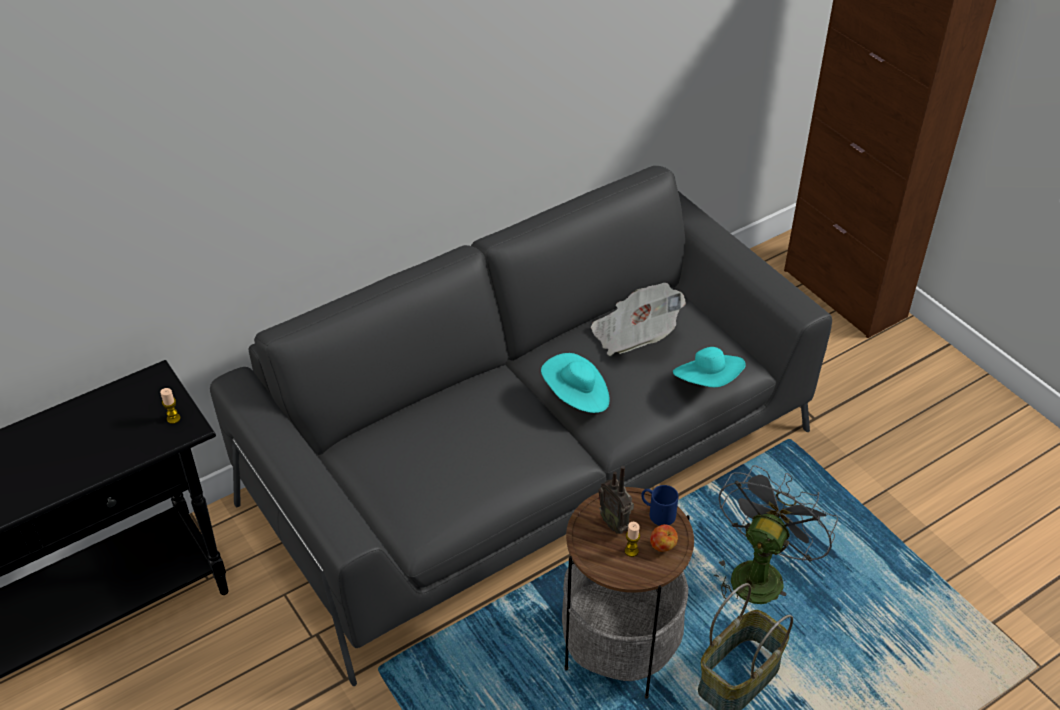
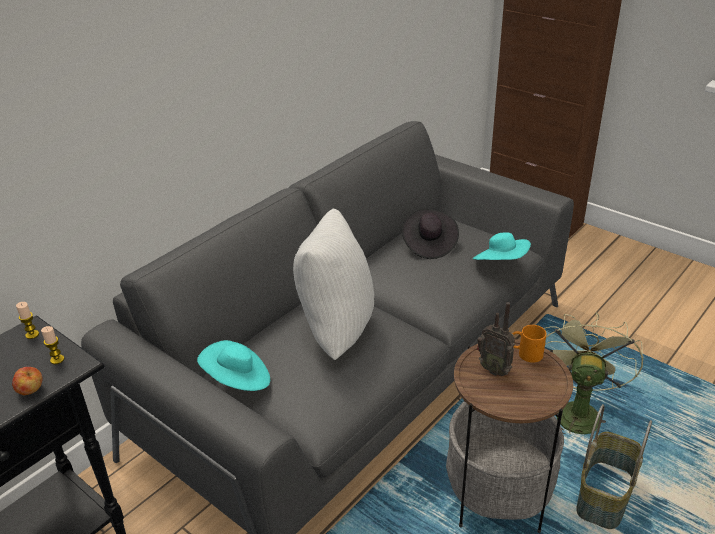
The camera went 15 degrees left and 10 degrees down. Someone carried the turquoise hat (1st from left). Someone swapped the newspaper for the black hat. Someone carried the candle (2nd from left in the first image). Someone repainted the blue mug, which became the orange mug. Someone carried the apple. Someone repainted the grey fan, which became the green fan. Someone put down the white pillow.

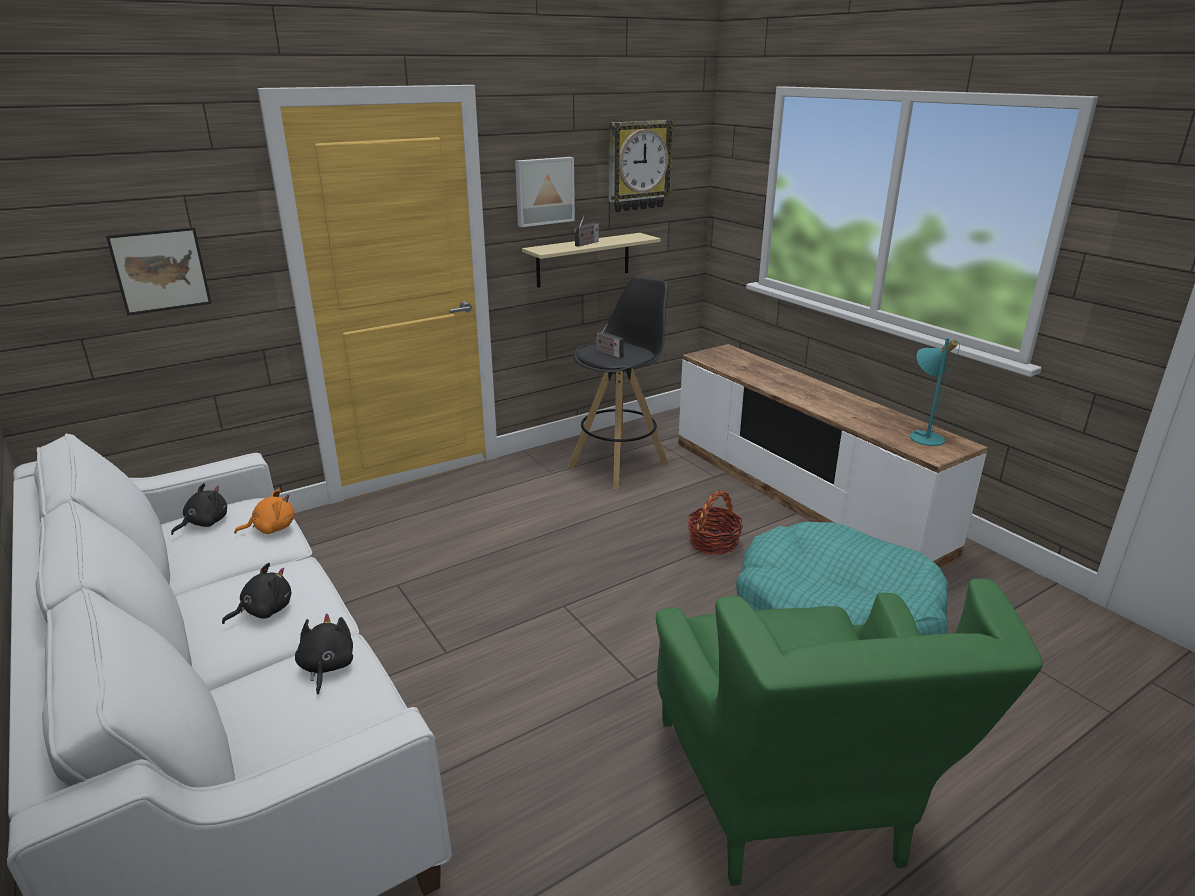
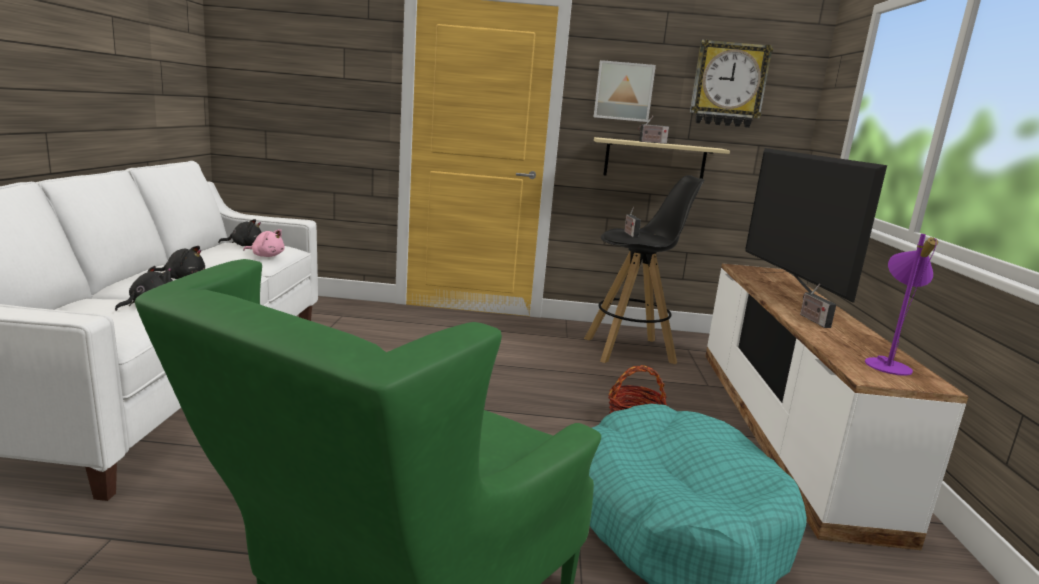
The camera went 35 degrees right and 10 degrees down. Someone took away the picture (1st from left). Someone repainted the orange plush toy, which became the pink plush toy. Someone repainted the turquoise table lamp, which became the purple table lamp. Someone put down the television. Someone put down the radio (3rd from left).

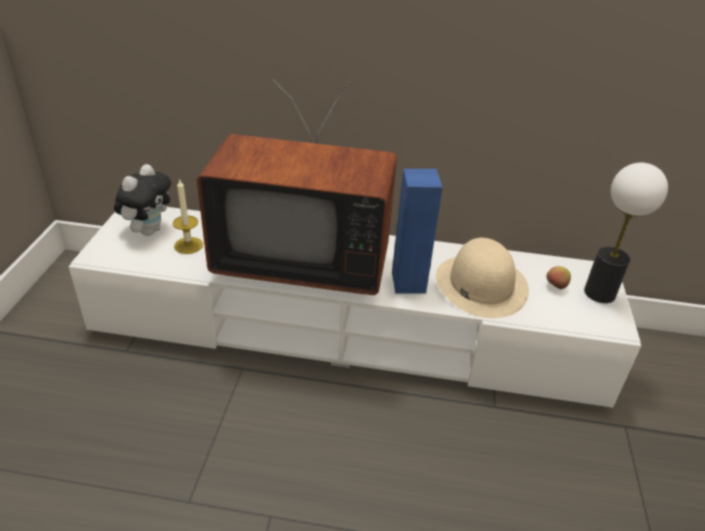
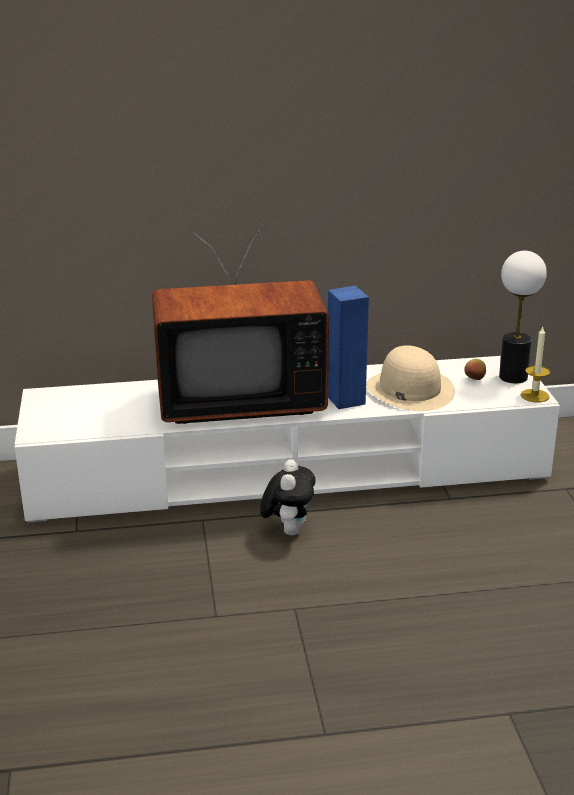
The camera went 15 degrees left and 10 degrees down. Someone carried the plush toy. Someone carried the candle.

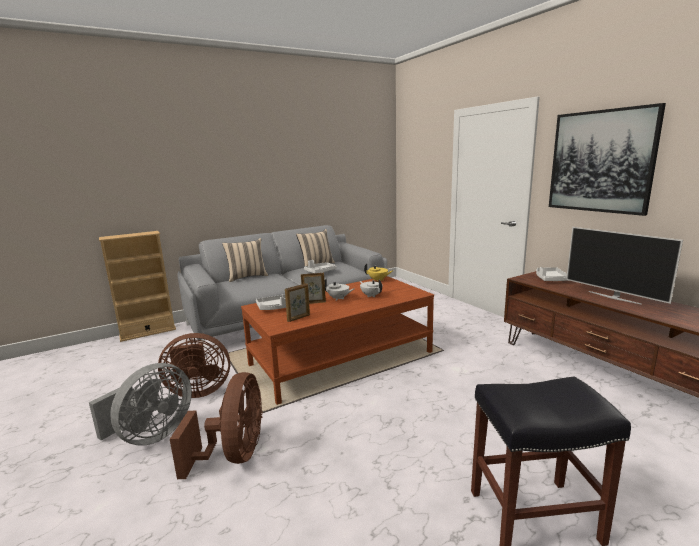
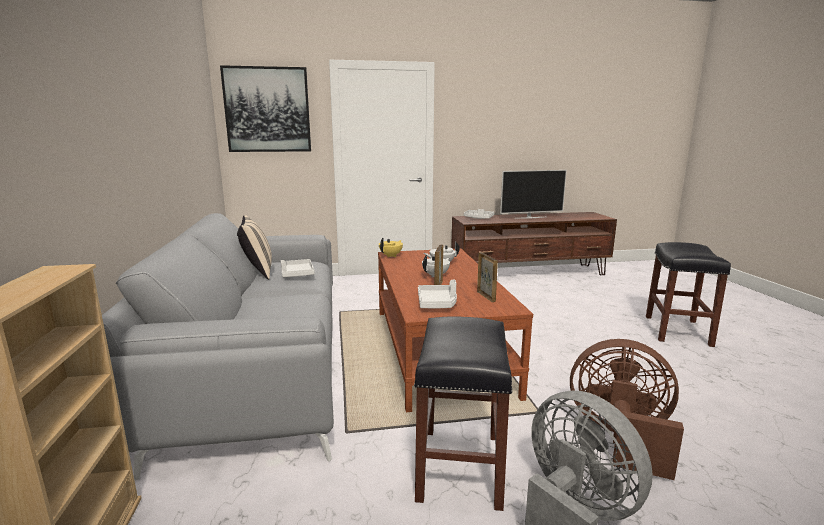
The camera went 70 degrees left and 0 degrees up. Someone swapped the brown fan (1st from left) for the black stool (1st from left). Someone took away the beige pillow (1st from left). Someone carried the picture.

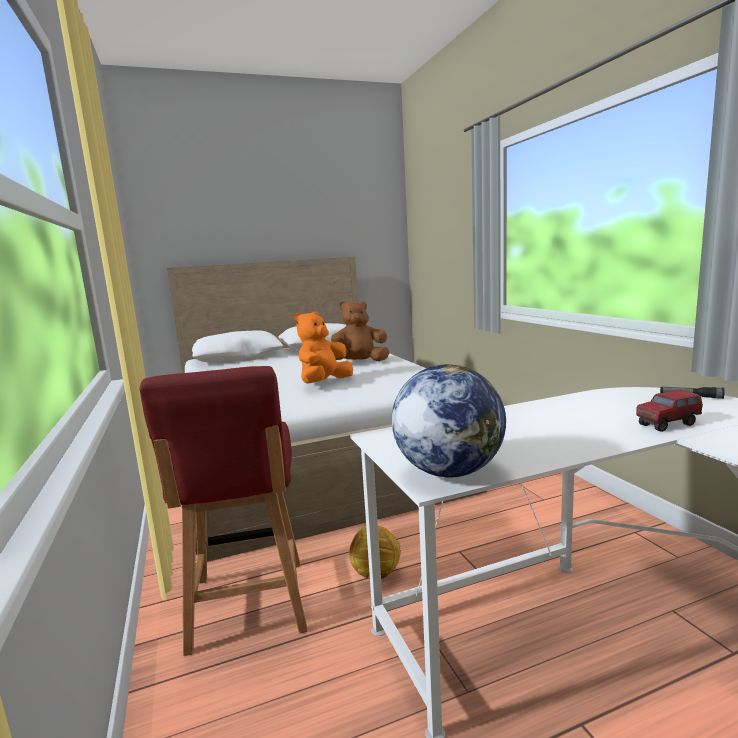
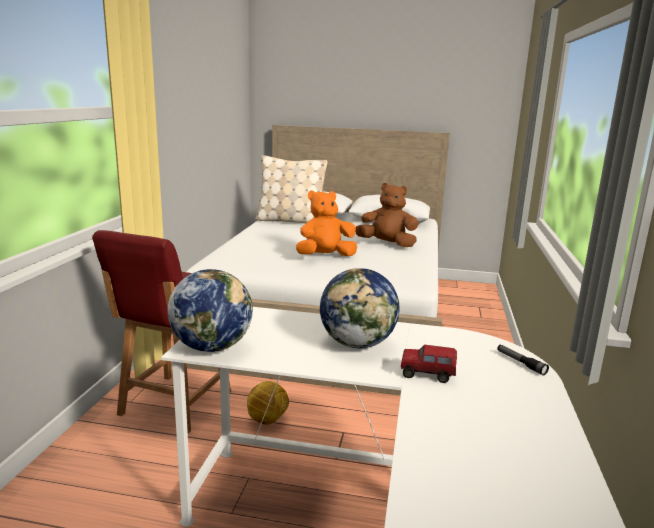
The camera went 30 degrees right and 5 degrees up. Someone put down the beige pillow. Someone put down the globe (2nd from left).

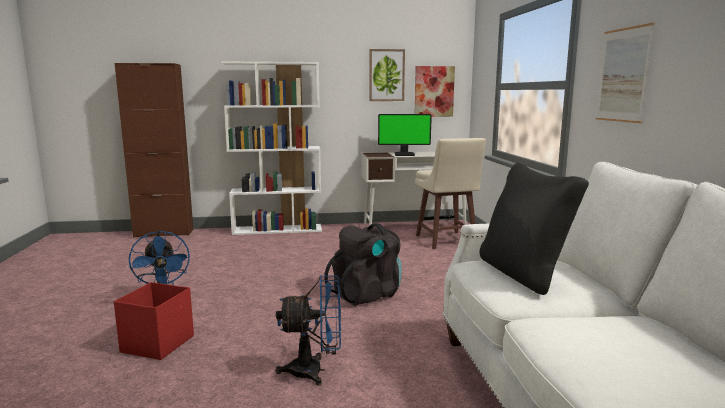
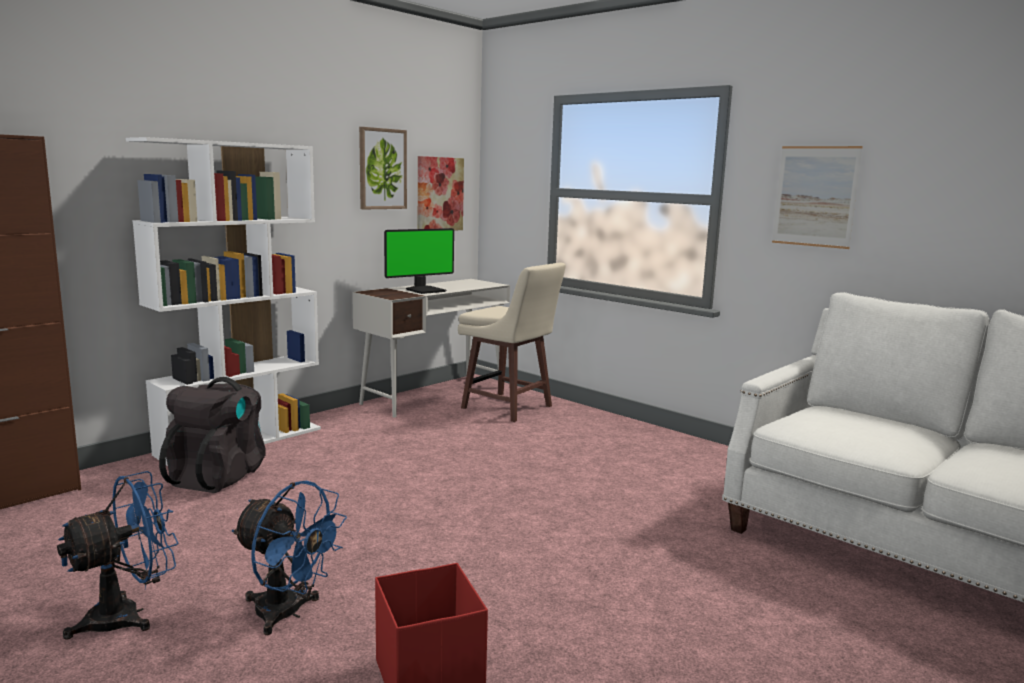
The camera went 40 degrees left and 0 degrees up. Someone carried the blue fan (2nd from left in the first image). Someone carried the black backpack. Someone took away the black pillow.

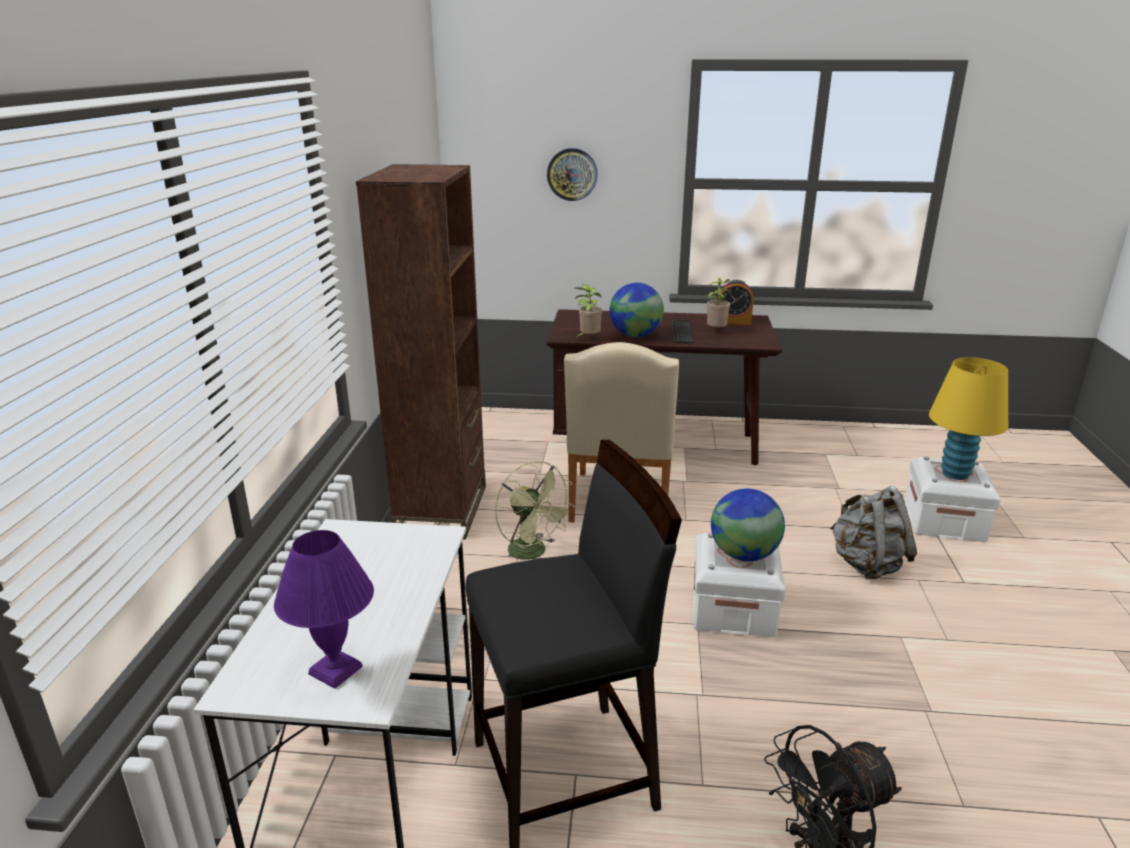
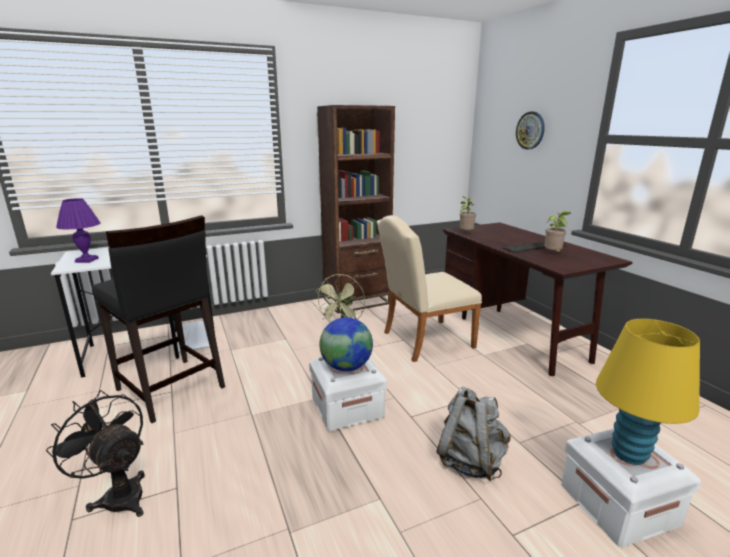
The camera went 60 degrees right and 5 degrees down. Someone took away the globe (1st from left). Someone took away the alarm clock.

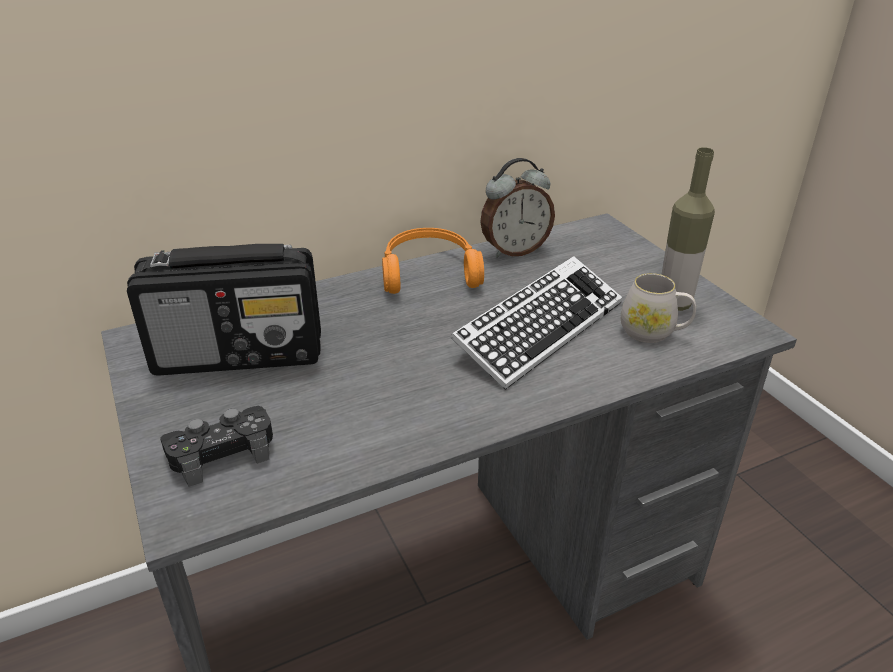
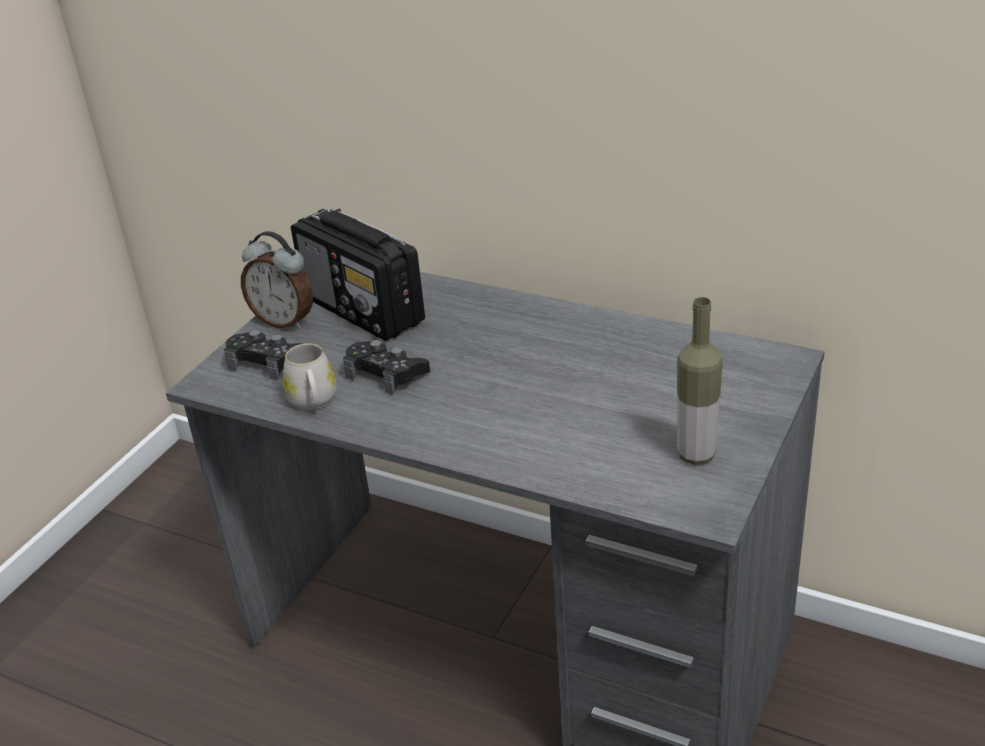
The camera went 55 degrees right and 0 degrees up. Someone took away the orange headphones. Someone took away the keyboard. Someone carried the alarm clock. Someone carried the white mug. Someone put down the black game controller (2nd from left).

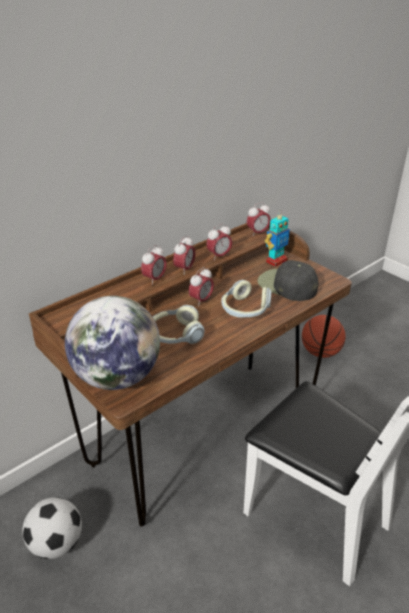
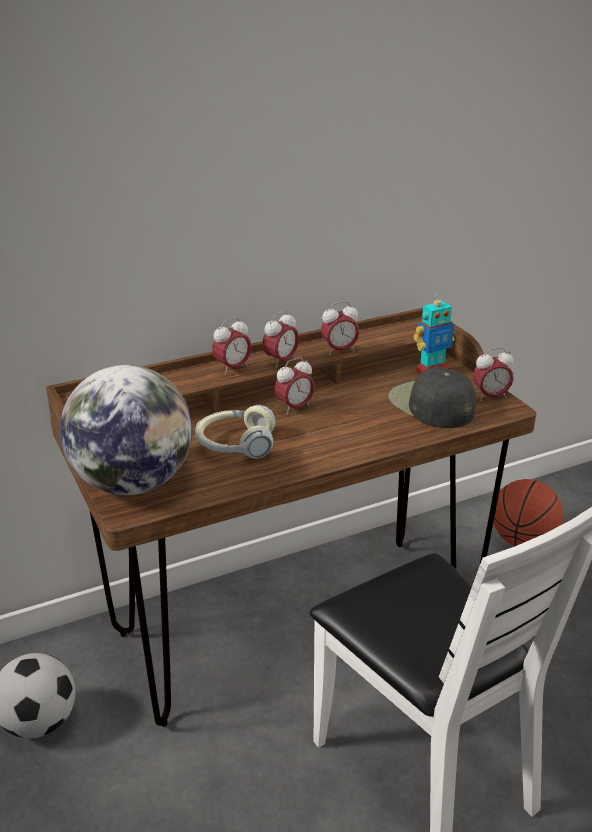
The camera went 15 degrees right and 5 degrees down. Someone took away the headphones (2nd from left). Someone carried the alarm clock (5th from left).

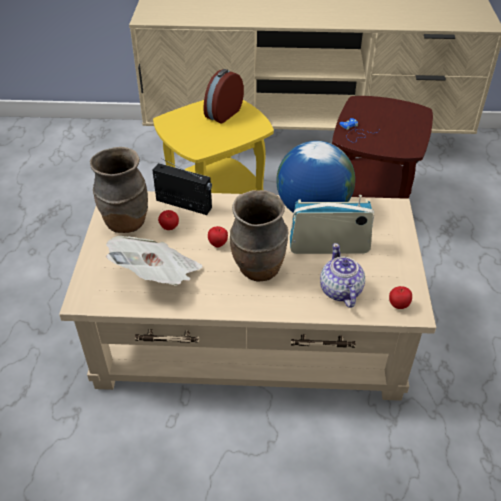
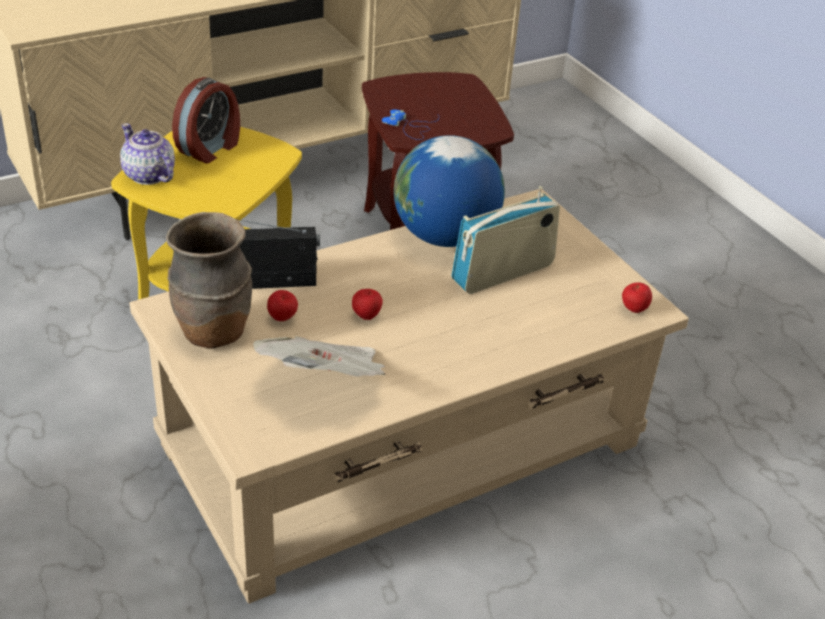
The camera went 35 degrees left and 5 degrees down. Someone rotated the alarm clock by 150 degrees counterclockwise. Someone took away the brown vase (2nd from left). Someone carried the teapot.

